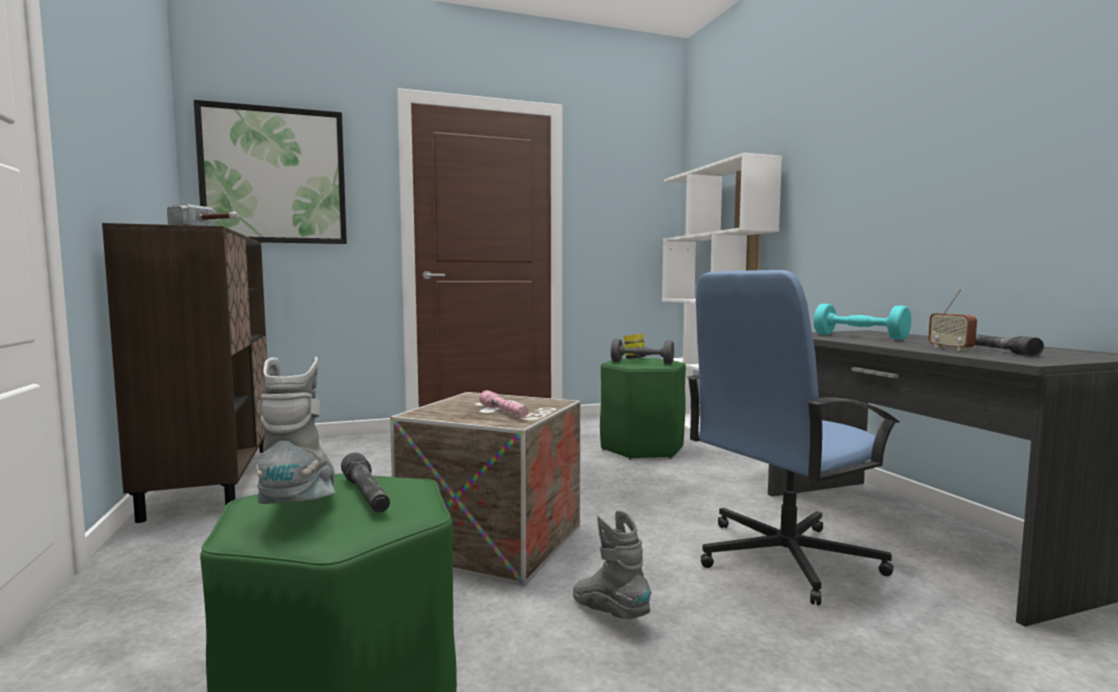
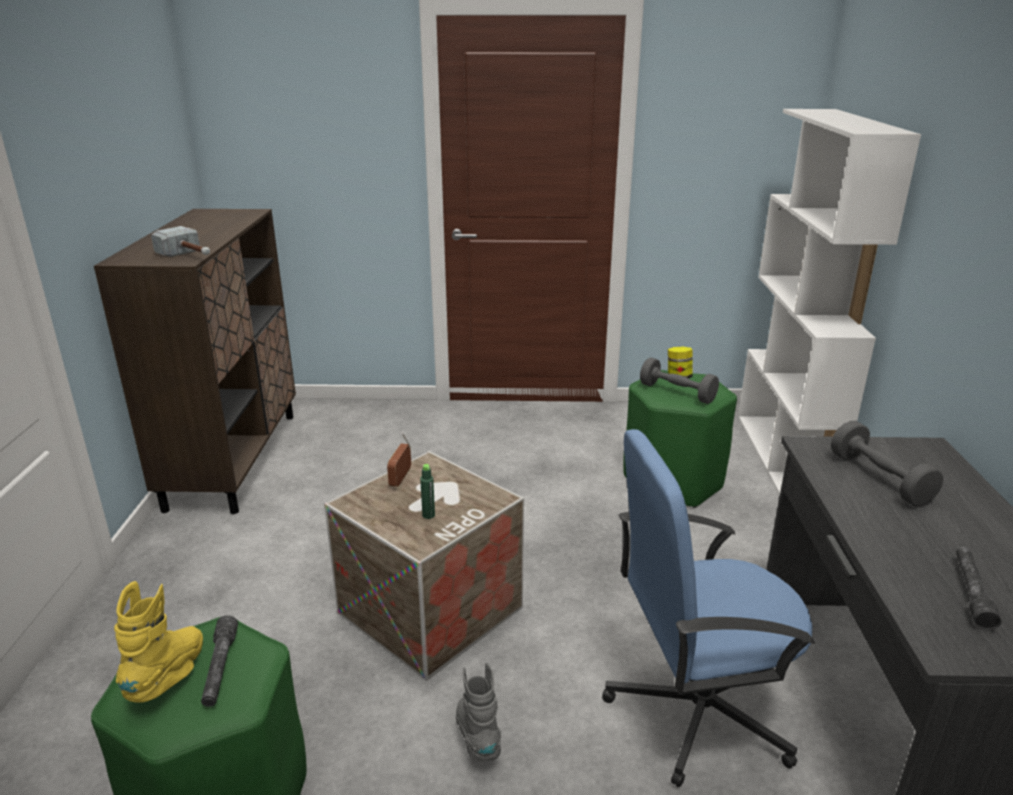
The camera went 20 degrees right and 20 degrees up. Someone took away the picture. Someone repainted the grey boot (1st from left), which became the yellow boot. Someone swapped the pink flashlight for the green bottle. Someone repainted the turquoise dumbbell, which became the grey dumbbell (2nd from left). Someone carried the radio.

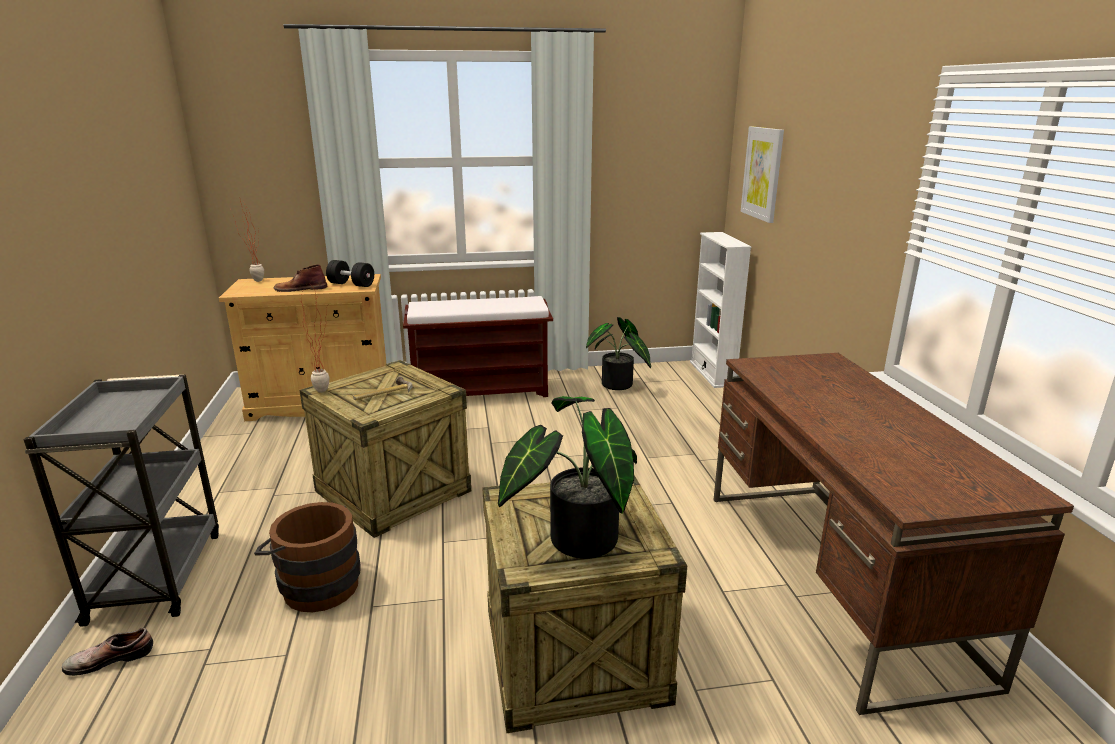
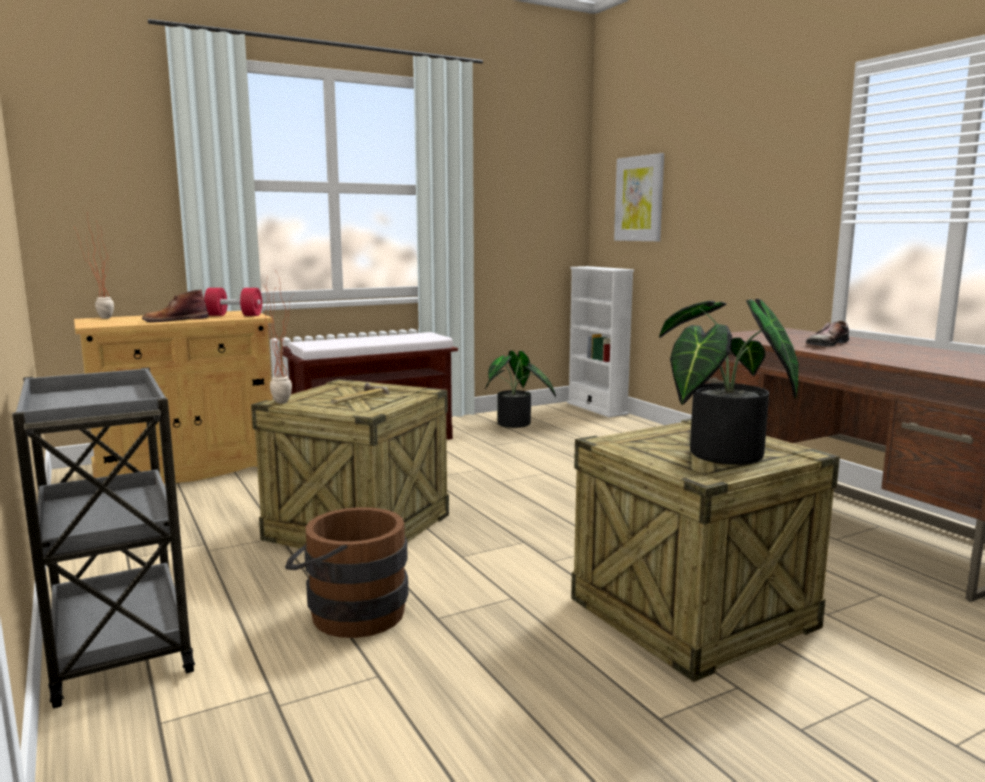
The camera went 20 degrees left and 10 degrees down. Someone carried the shoe. Someone repainted the black dumbbell, which became the red dumbbell.

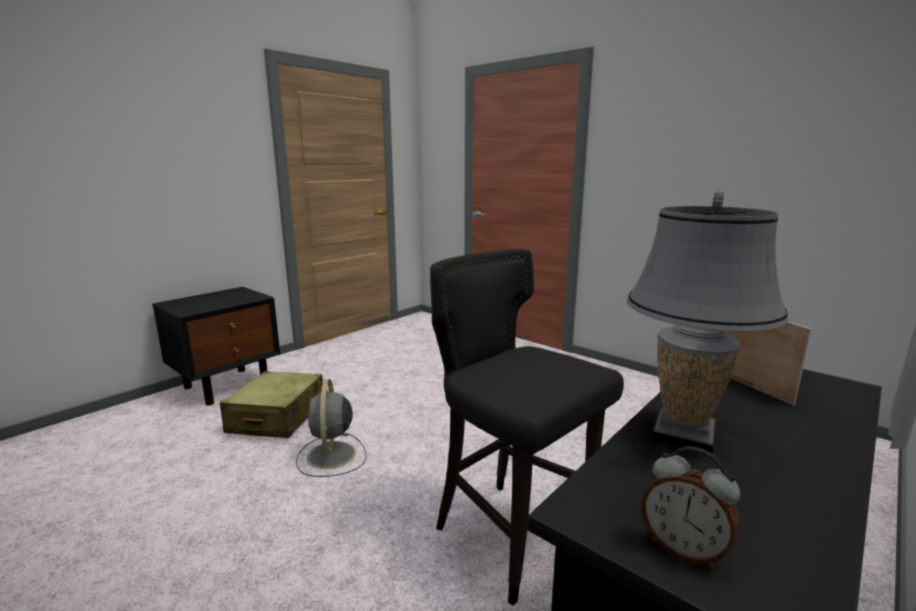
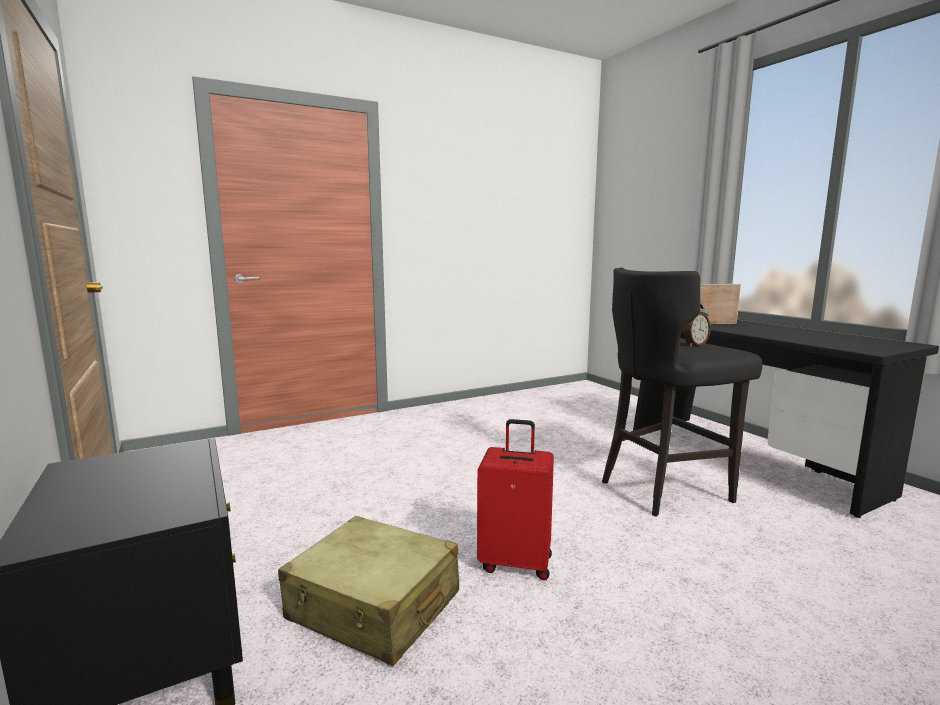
The camera went 70 degrees left and 5 degrees down. Someone swapped the grey fan for the red suitcase. Someone took away the grey table lamp. Someone carried the alarm clock.

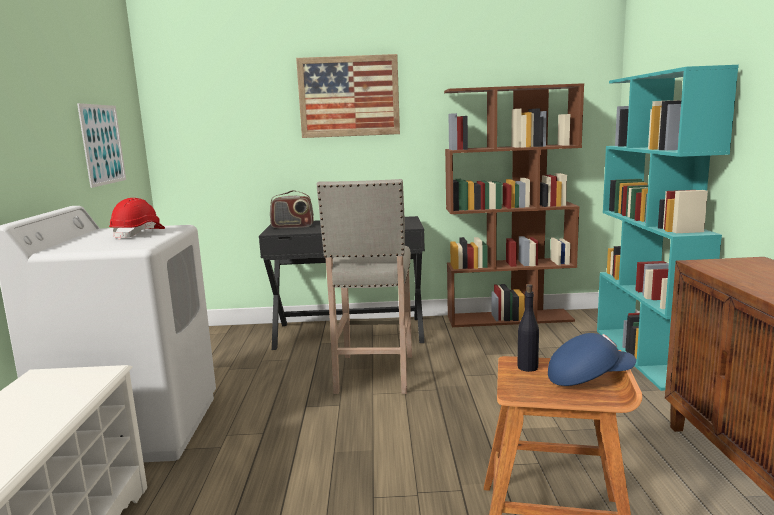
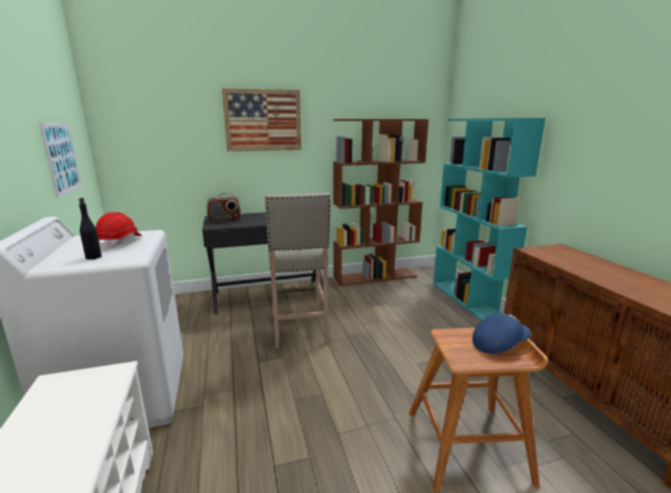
The camera went 15 degrees left and 5 degrees up. Someone carried the black bottle.

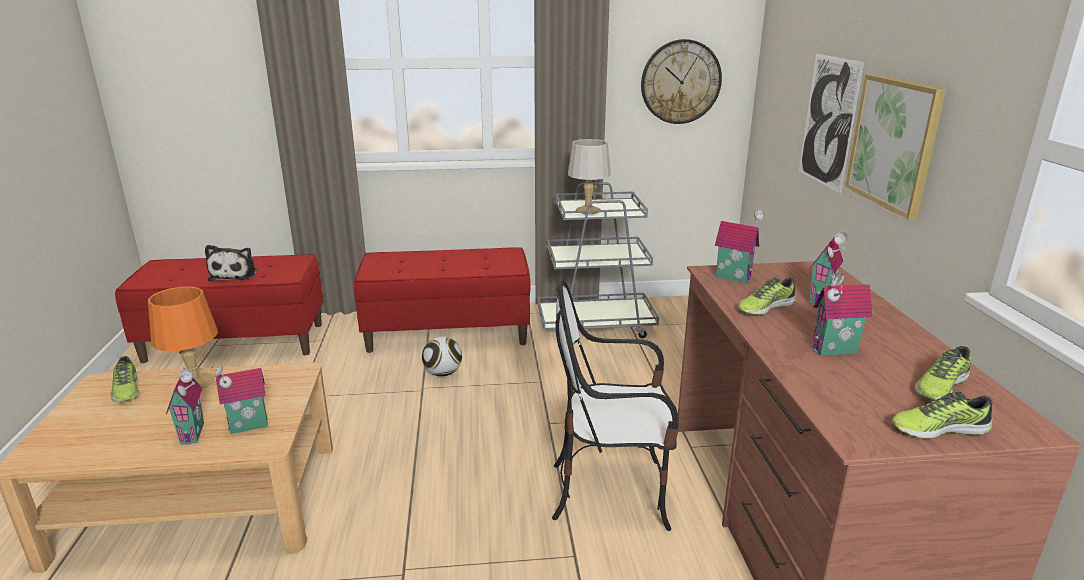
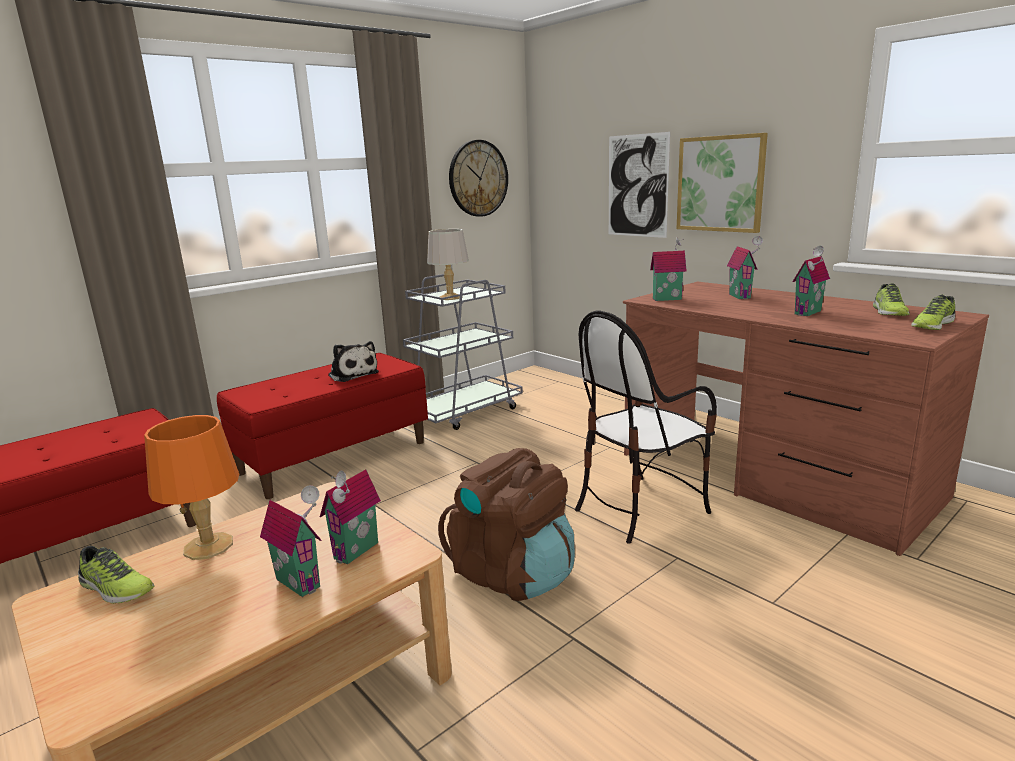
The camera went 35 degrees left and 5 degrees down. Someone carried the plush toy. Someone took away the football. Someone took away the shoe (2nd from left). Someone put down the brown backpack.

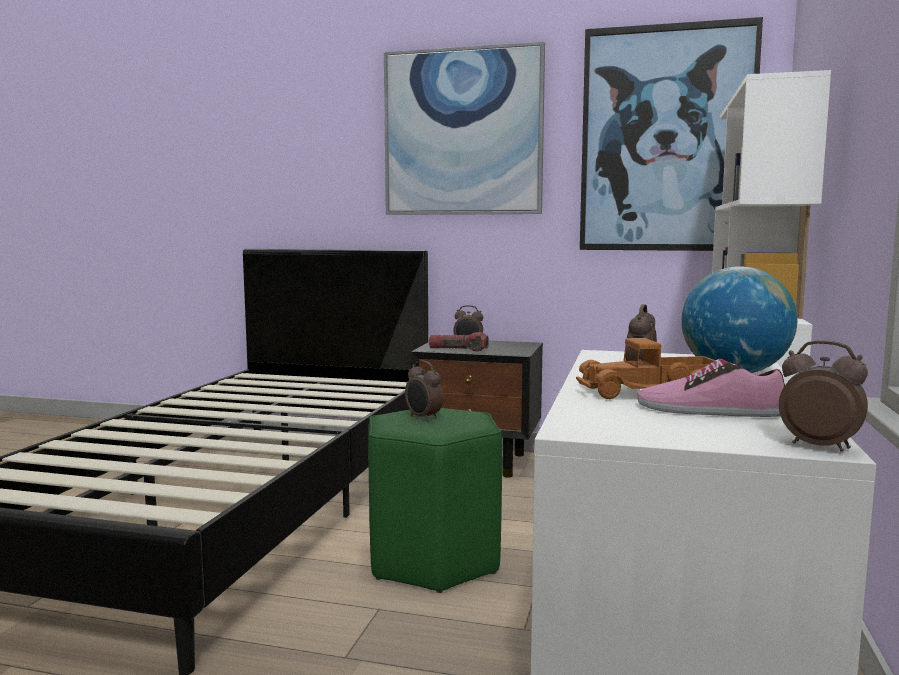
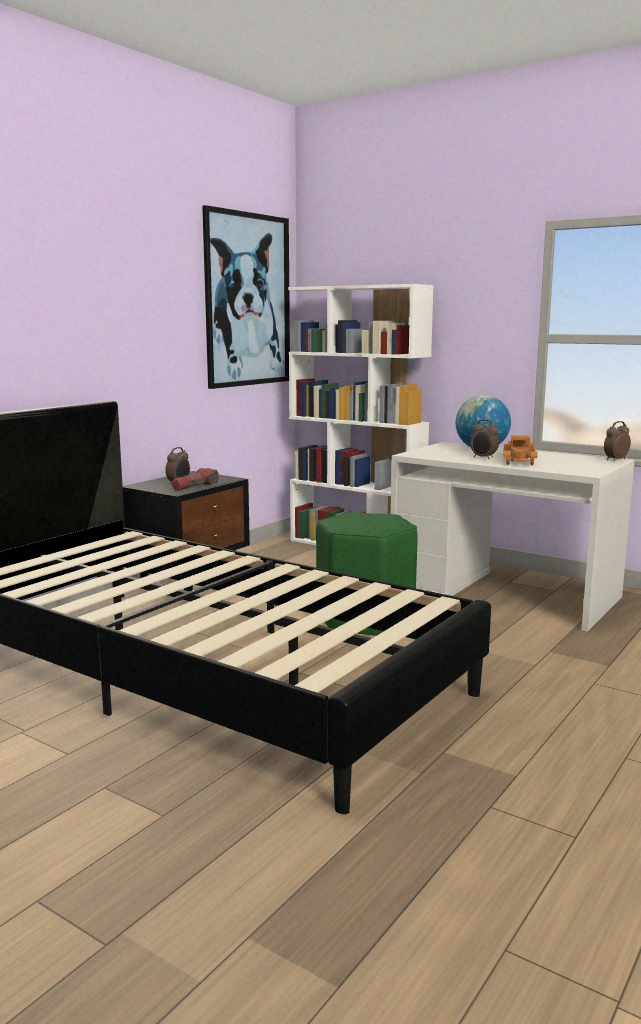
The camera went 70 degrees left and 5 degrees up. Someone took away the picture (1st from left). Someone took away the alarm clock (1st from left). Someone took away the shoe.

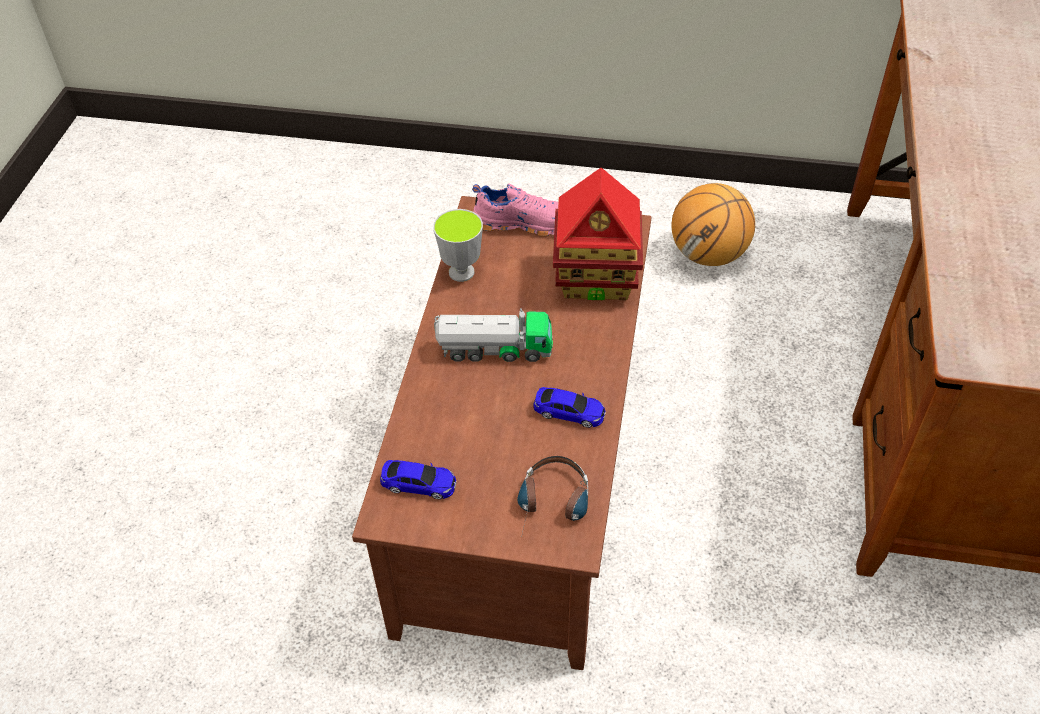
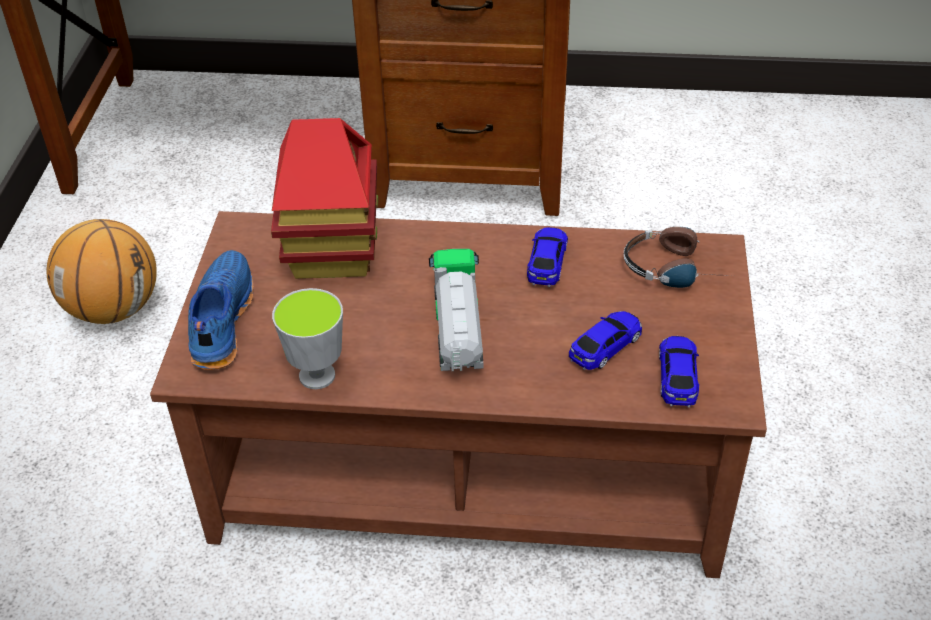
The camera went 95 degrees left and 5 degrees down. Someone repainted the pink shoe, which became the blue shoe. Someone put down the toy car (2nd from left).

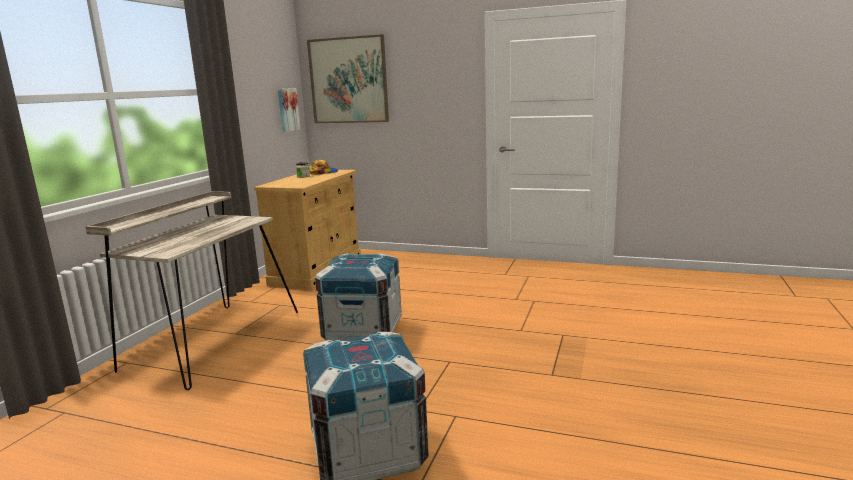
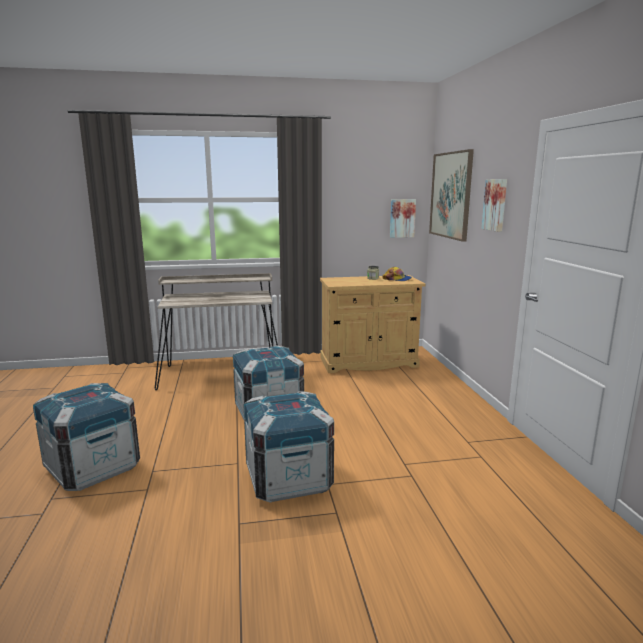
The camera went 60 degrees right and 0 degrees up. Someone put down the crate (3rd from left). Someone put up the picture (3rd from left).

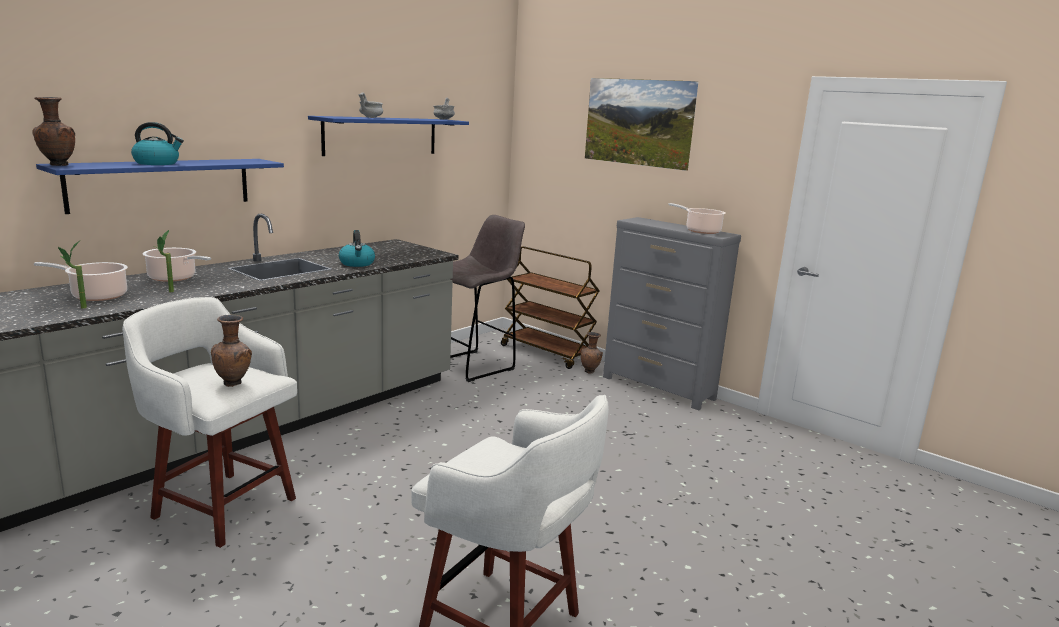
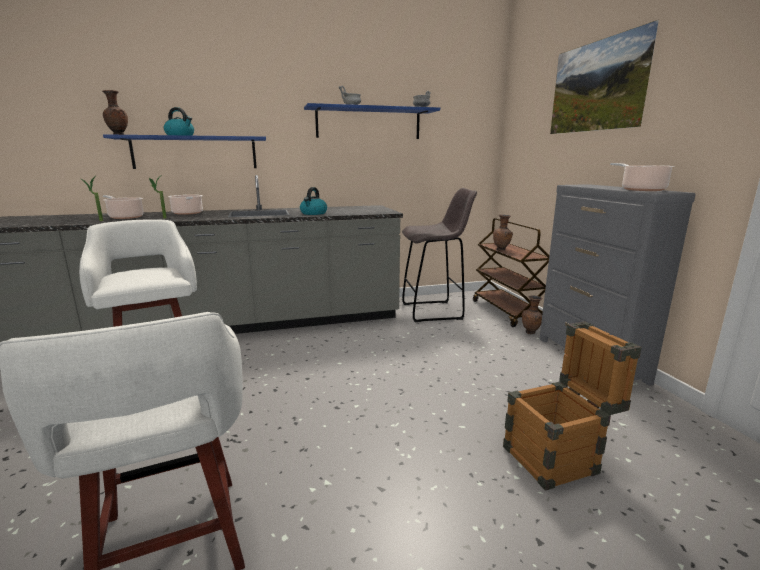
The camera went 35 degrees right and 0 degrees up. Someone carried the brown vase (2nd from left). Someone put down the crate.

